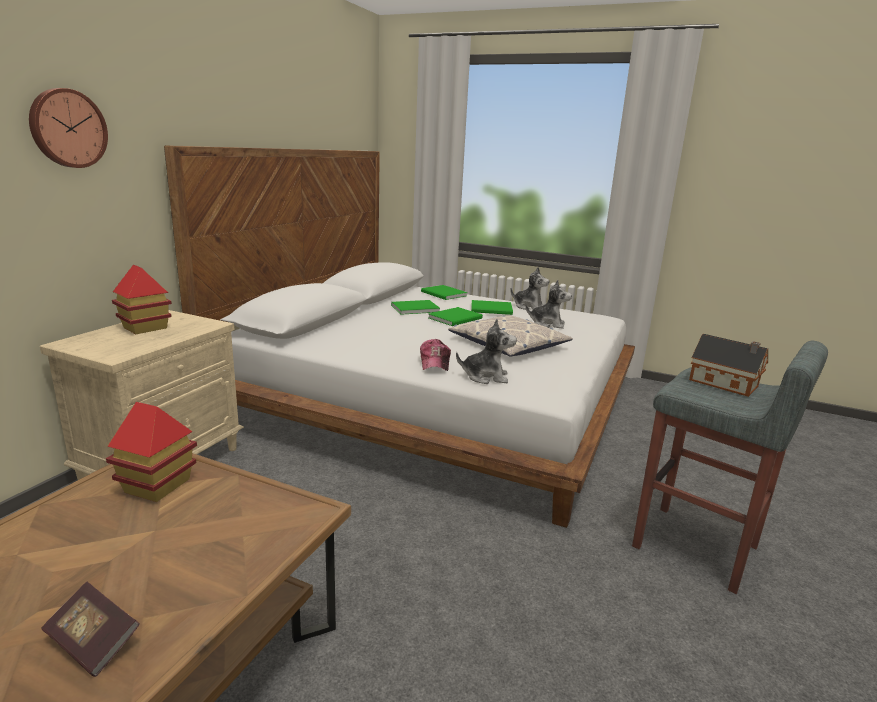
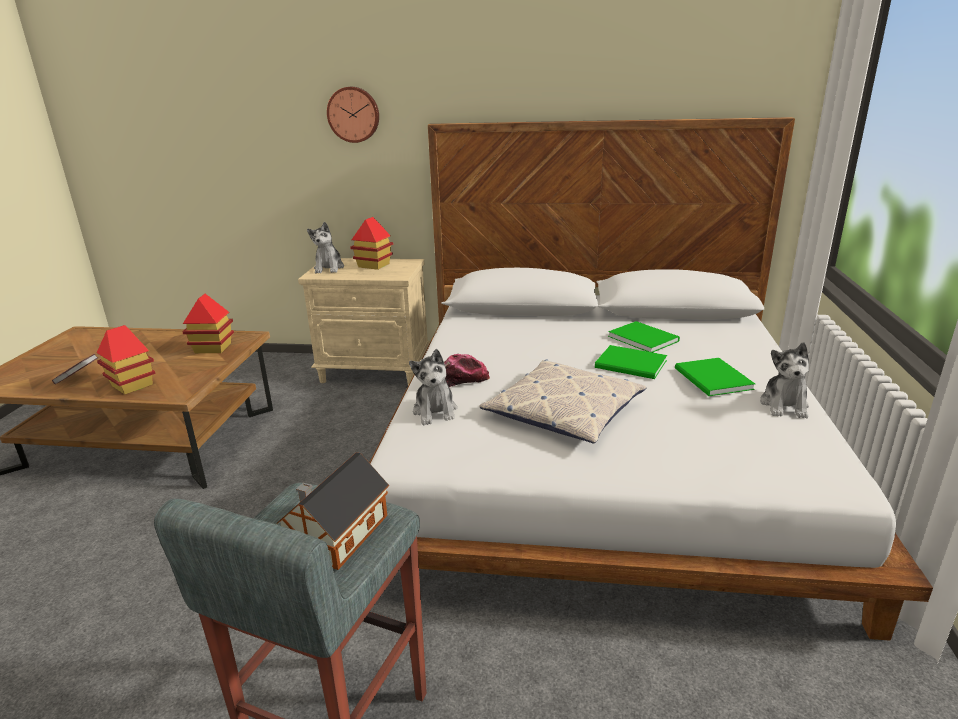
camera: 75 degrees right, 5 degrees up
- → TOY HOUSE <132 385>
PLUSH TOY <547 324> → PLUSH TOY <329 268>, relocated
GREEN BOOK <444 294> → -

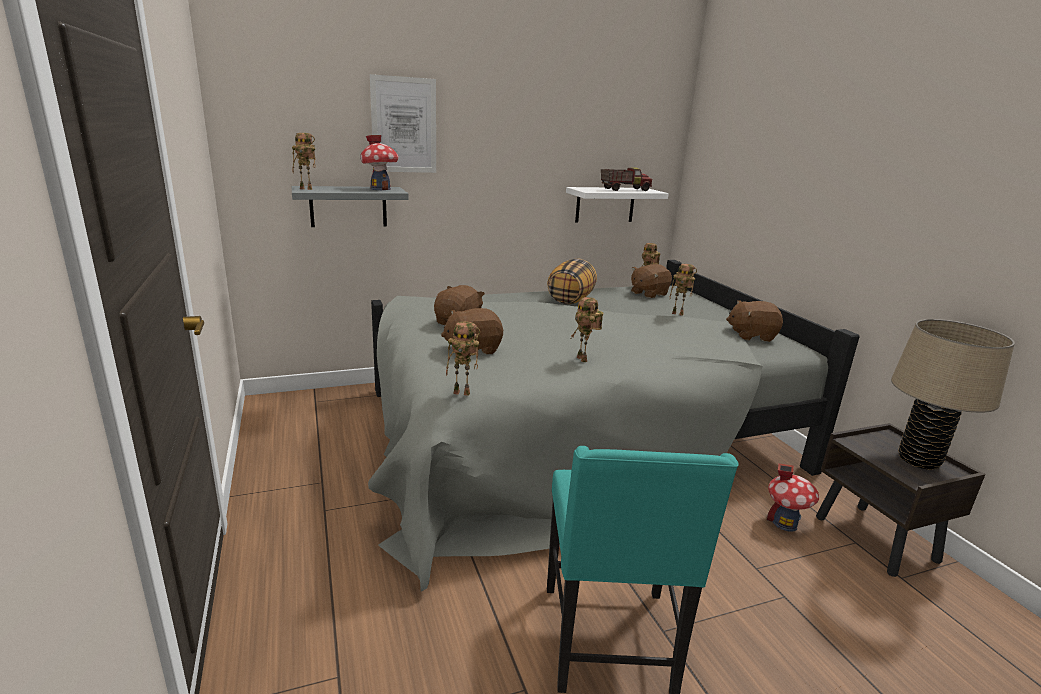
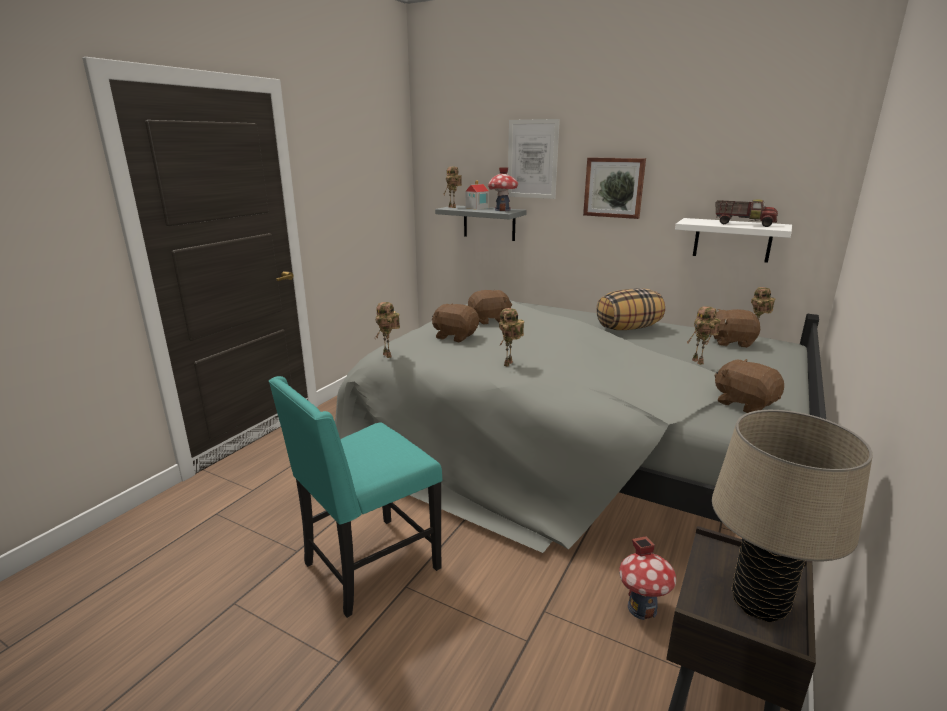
camera: 50 degrees right, 0 degrees up
- → TOY HOUSE <477 208>
- → PICTURE <614 187>

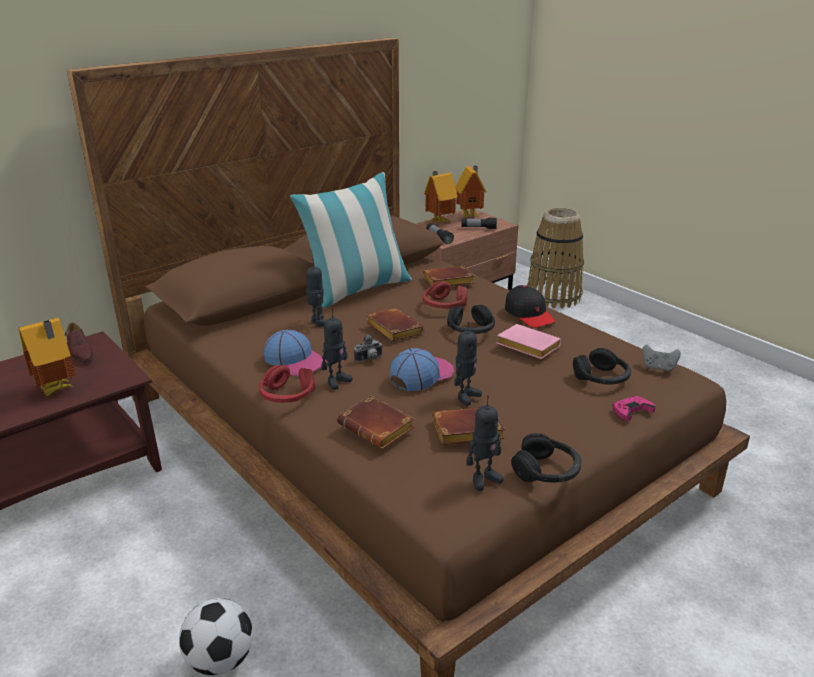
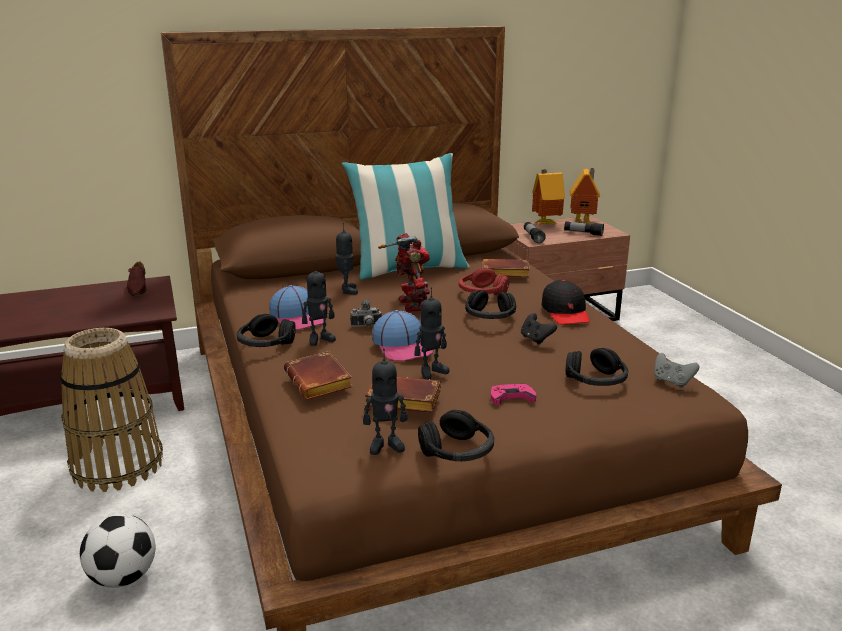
camera: 20 degrees right, 5 degrees down
BASKET <553 296> → BASKET <118 465>, relocated
RED HEADPHONES <287 395> → BLACK HEADPHONES <265 343>
CAP <421 375> → CAP <402 346>, 90 degrees clockwise
BROWN BOOK <392 329> → TOY ROBOT <411 305>
PINK GAME CONTROLLER <631 410> → PINK GAME CONTROLLER <511 397>, relocated
PINK BOOK <526 346> → BLACK GAME CONTROLLER <536 339>
TOY HOUSE <57 390> → -

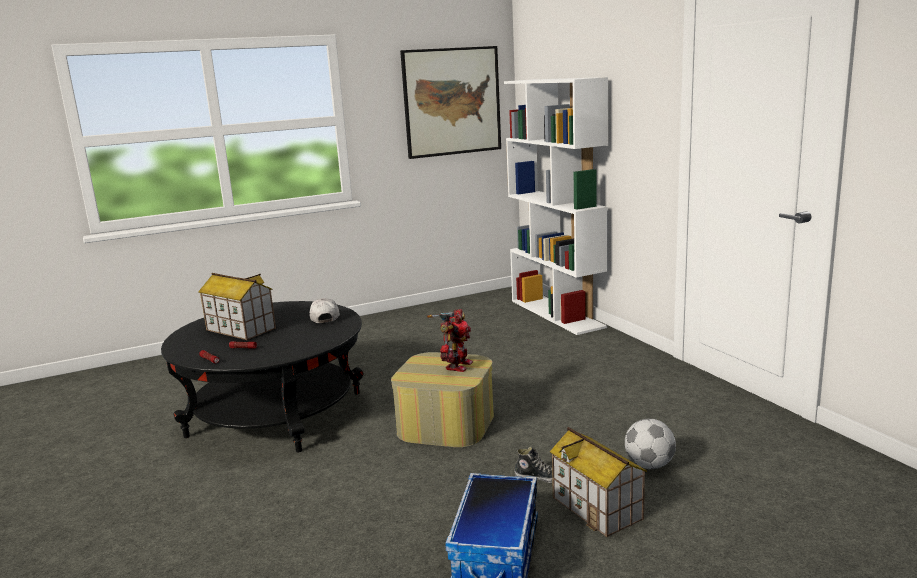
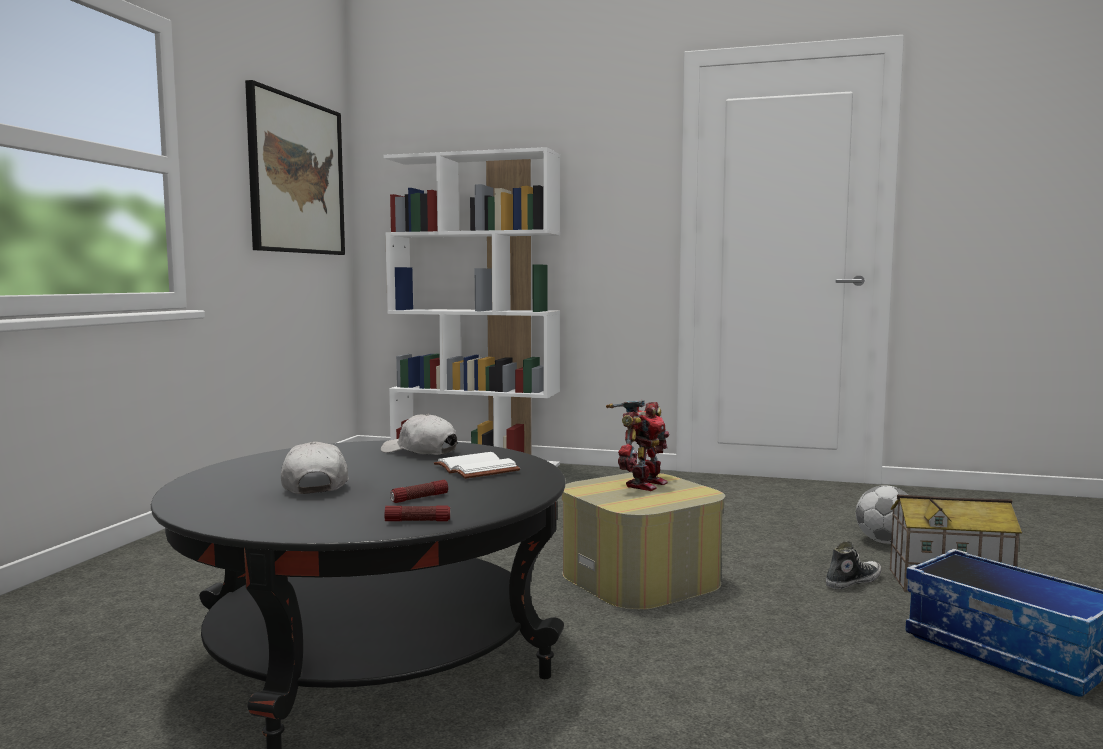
camera: 50 degrees left, 10 degrees down
TOY HOUSE <240 329> → WHITE CAP <315 486>
- → WHITE BOOK <473 469>
TOY ROBOT <456 365> → TOY ROBOT <643 484>, 60 degrees clockwise

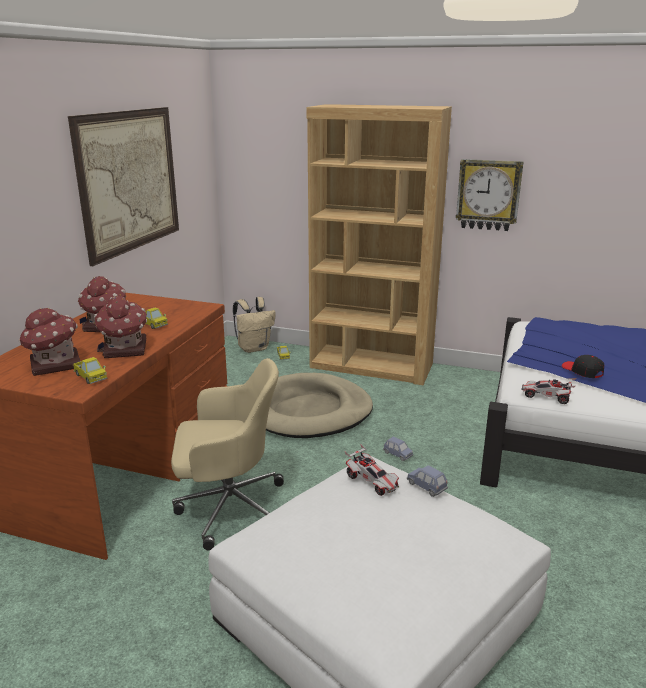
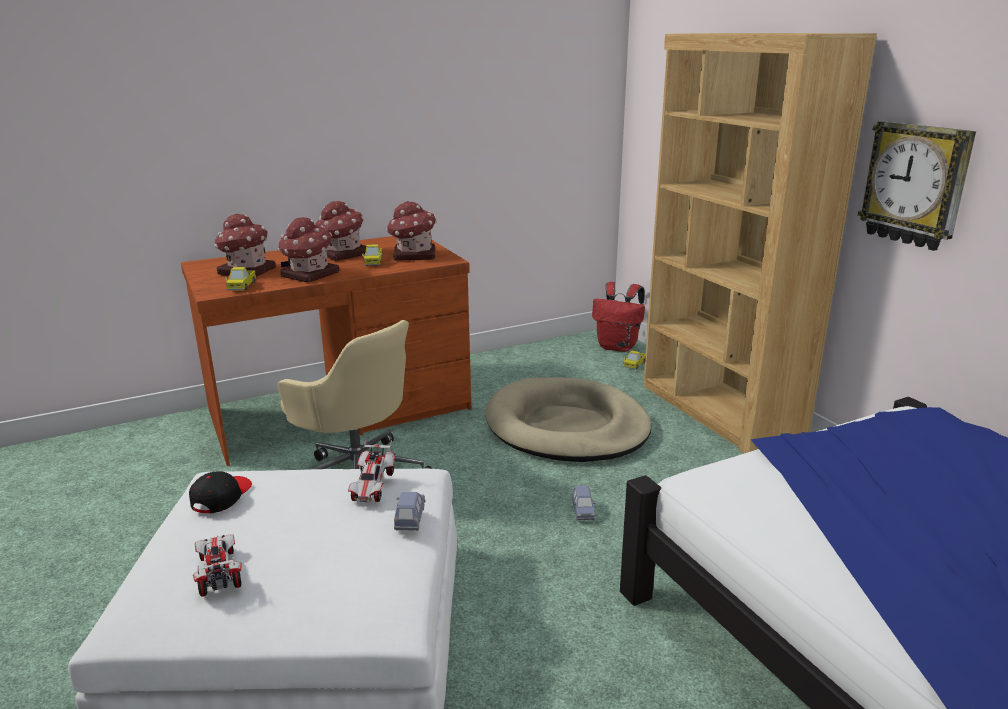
camera: 45 degrees right, 0 degrees up
BLACK CAP <582 371> → BLACK CAP <221 497>, relocated
TOY CAR <547 397> → TOY CAR <218 573>, relocated
- → TOY HOUSE <413 255>
BEIGE BACKPACK <254 348> → RED BACKPACK <618 347>
PICTURE <130 181> → -

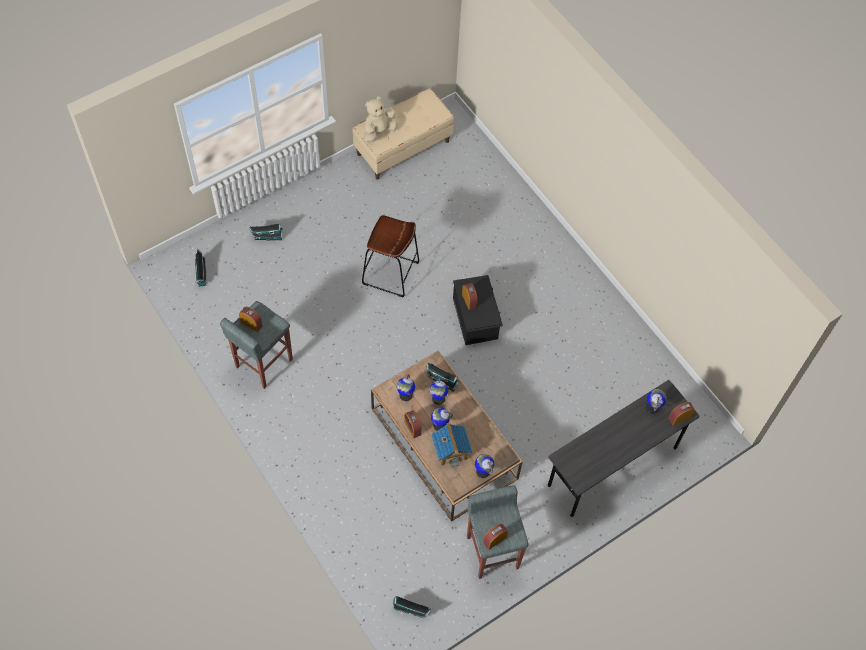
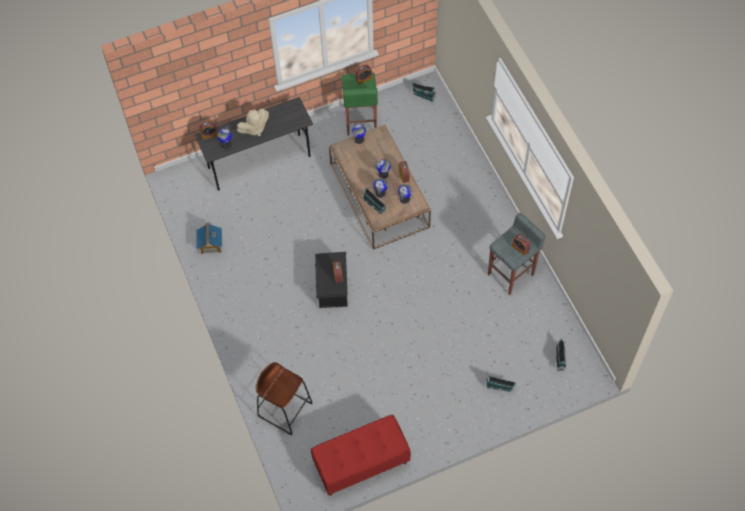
camera: 165 degrees left, 0 degrees up
TOY HOUSE <451 450> → TOY HOUSE <210 244>, relocated
BEIGE PLUSH TOY <379 131> → BEIGE PLUSH TOY <254 128>, relocated
BROWN STOOL <390 273> → BROWN STOOL <285 409>, relocated
BEIGE BENCH <403 147> → RED BENCH <361 463>
GREY STOOL <493 551> → GREEN STOOL <360 121>

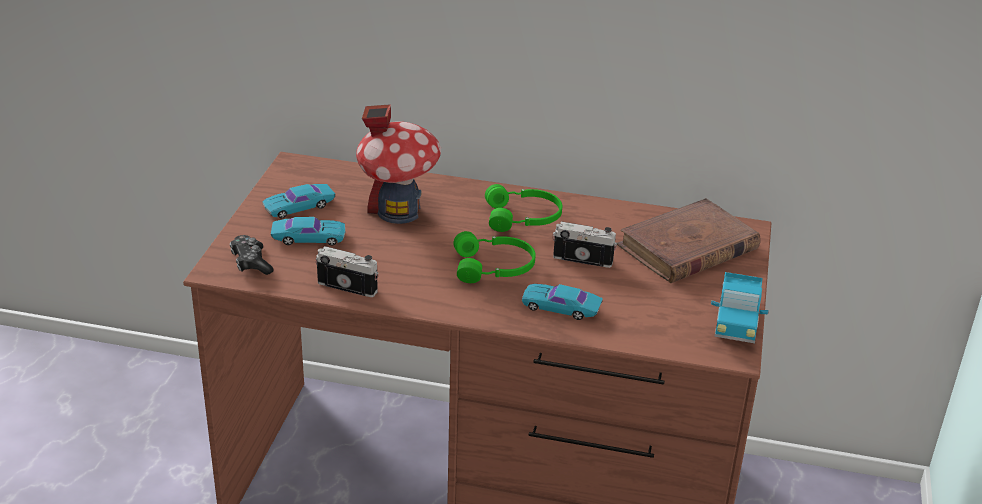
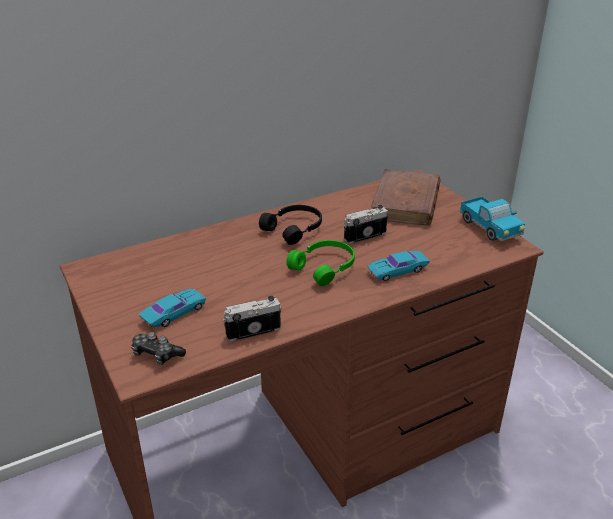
camera: 40 degrees left, 0 degrees up
GREEN HEADPHONES <523 218> → BLACK HEADPHONES <294 229>
TURQUOISE TOY CAR <299 206> → -
TOY HOUSE <399 211> → -

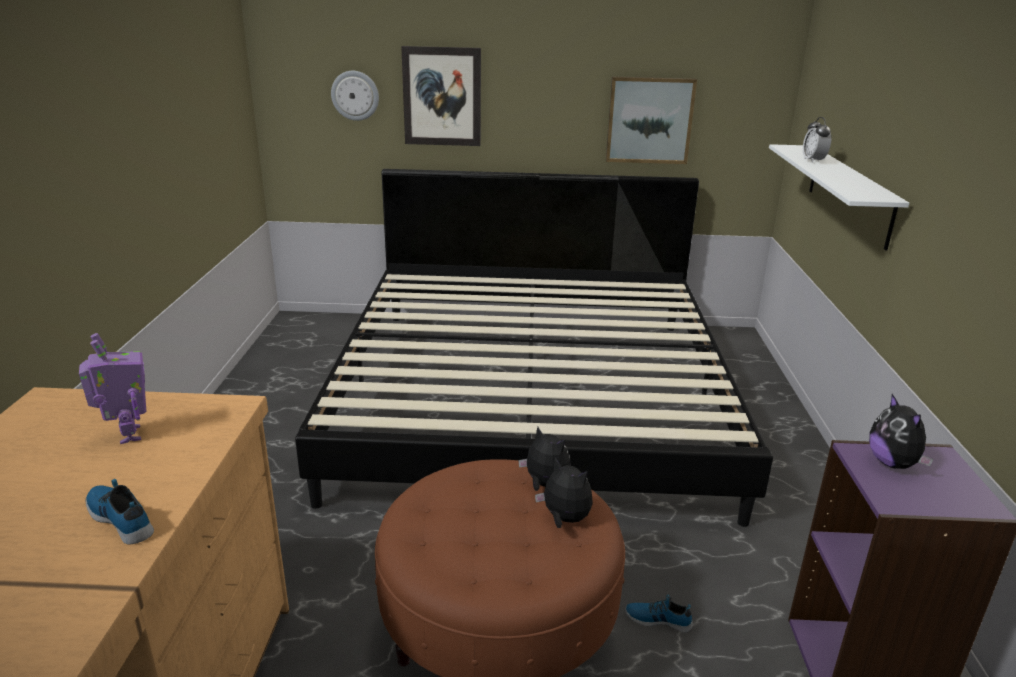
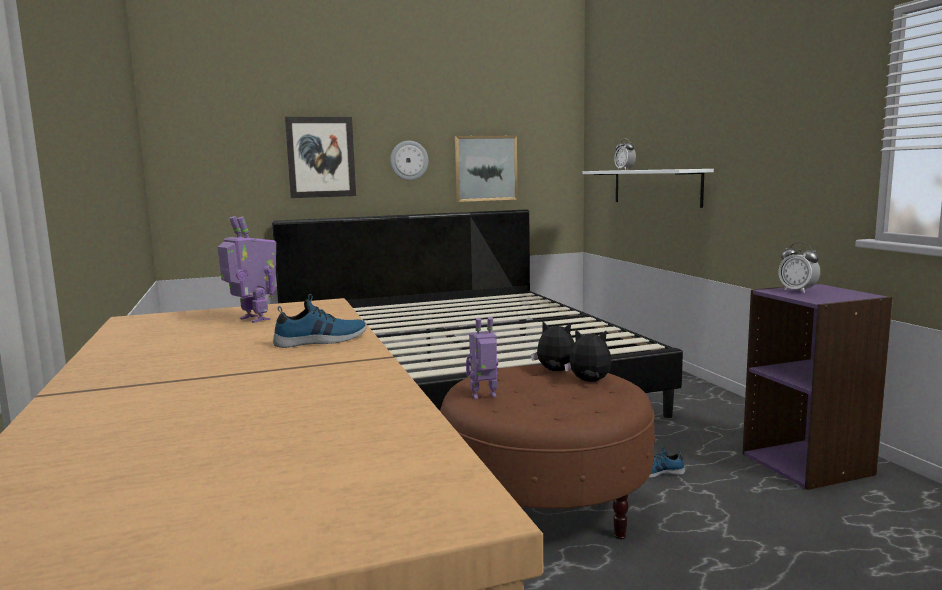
camera: 20 degrees left, 15 degrees down
SHOE <122 518> → SHOE <321 340>, 135 degrees clockwise
WALL CLOCK <355 95> → WALL CLOCK <409 160>, relocated
- → TOY ROBOT <484 396>
PLUSH TOY <893 463> → ALARM CLOCK <797 291>

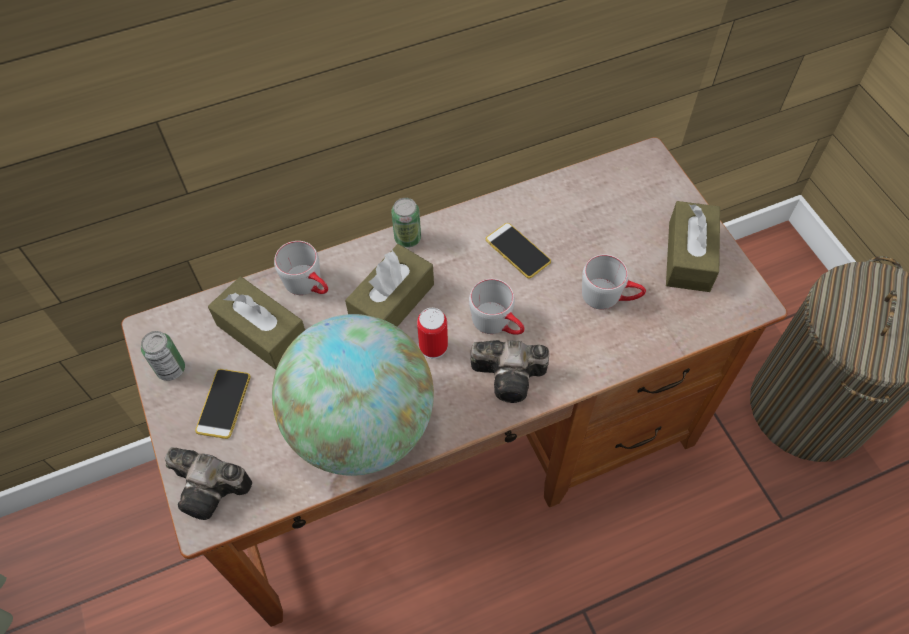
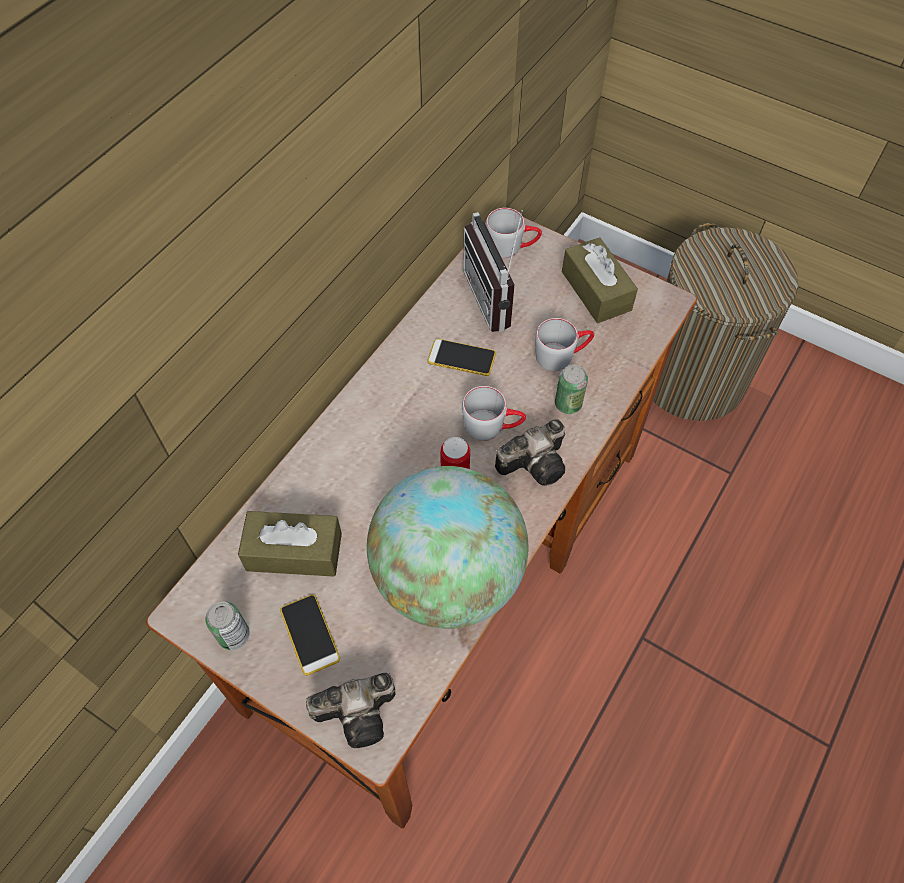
camera: 35 degrees left, 0 degrees up
- → RADIO <497 298>
GREY MUG <309 285> → GREY MUG <512 246>, relocated
CAN <407 238> → CAN <568 404>, relocated
BROWN TISSUE BOX <392 302> → -

